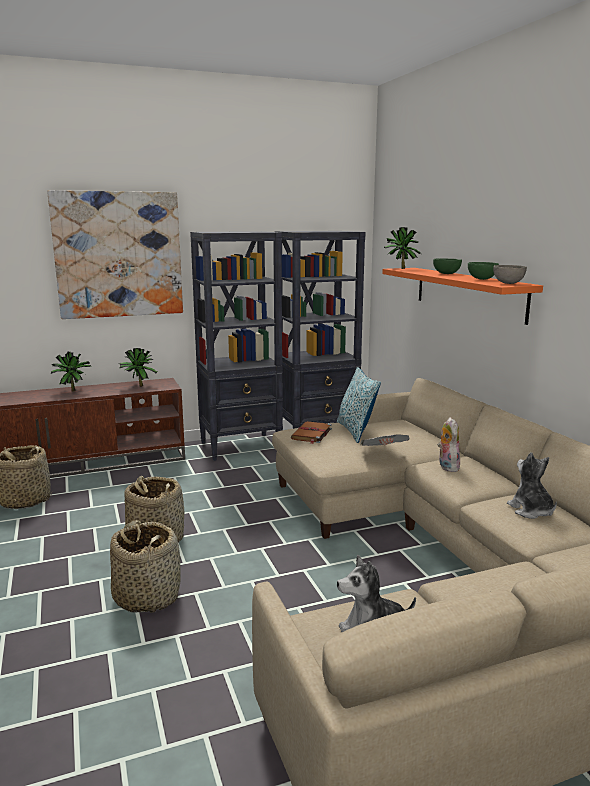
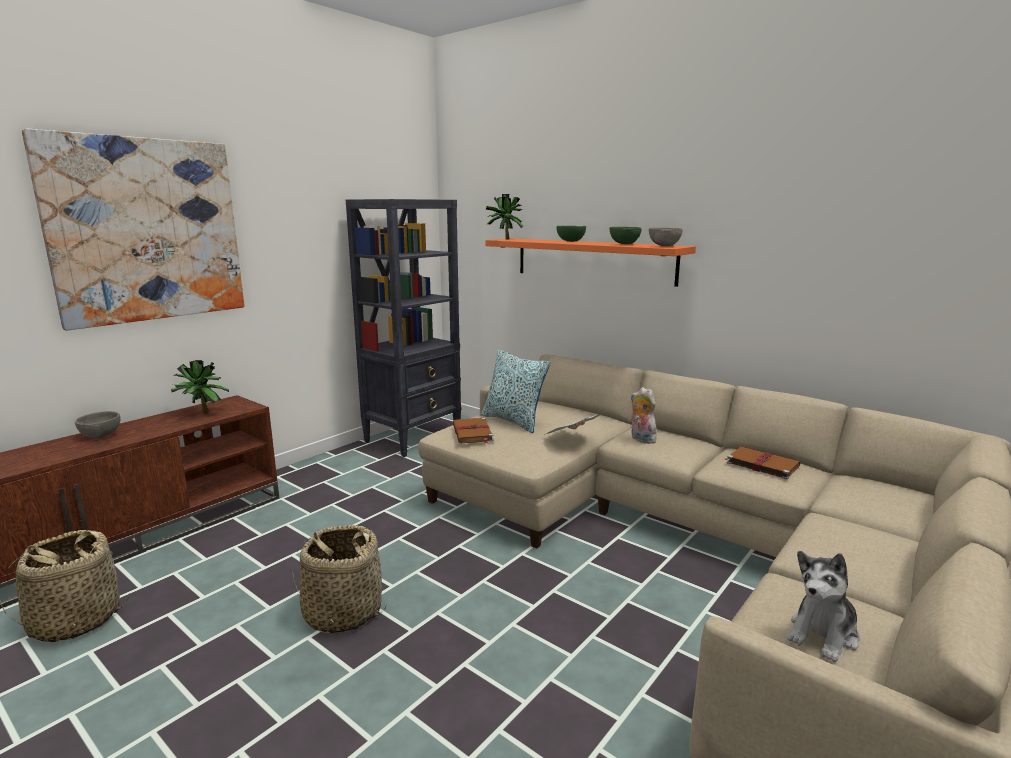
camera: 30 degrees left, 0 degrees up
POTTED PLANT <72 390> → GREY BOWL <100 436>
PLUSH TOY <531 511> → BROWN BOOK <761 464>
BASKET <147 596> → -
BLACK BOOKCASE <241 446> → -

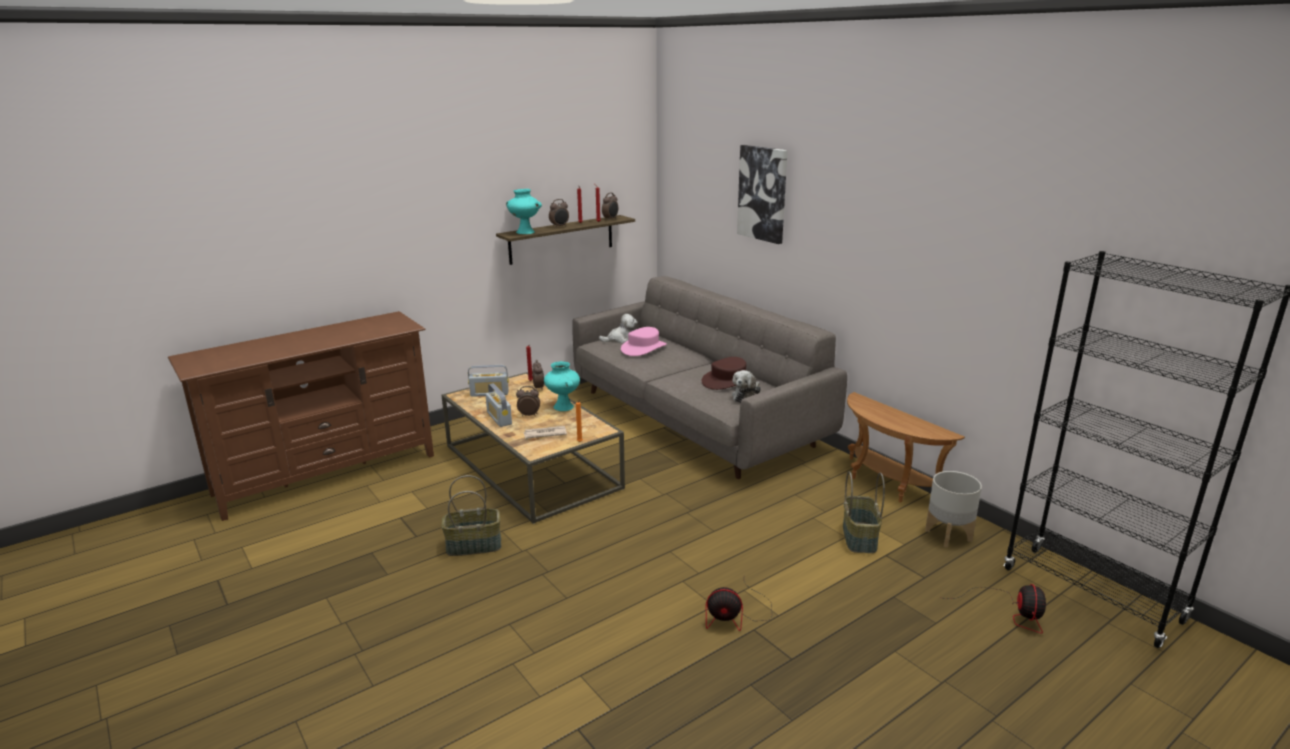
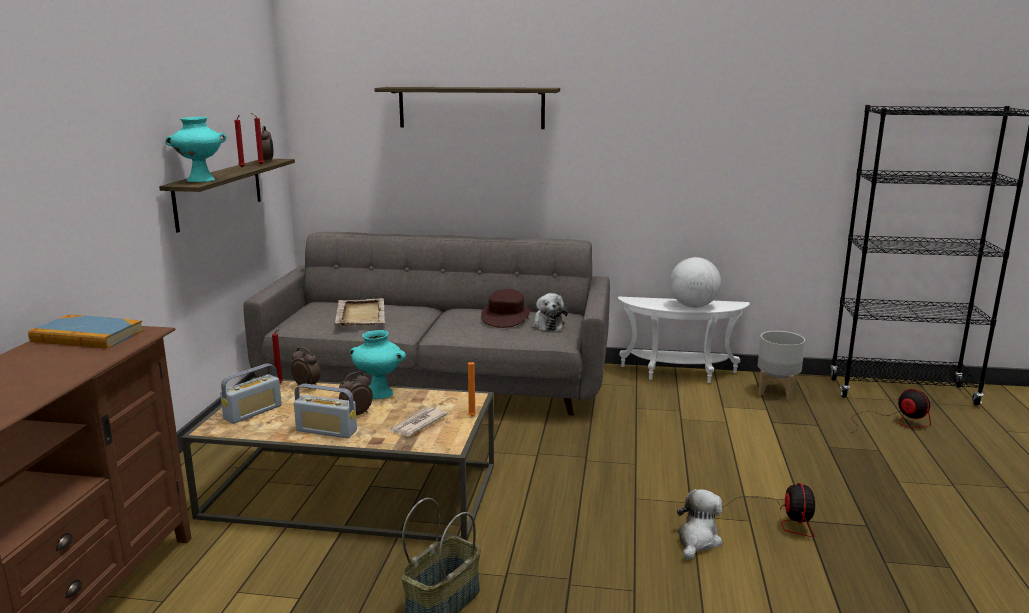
camera: 45 degrees left, 5 degrees down
- → BOOK <87 336>
PINK HAT <643 348> → BEIGE TRAY <361 314>
PICTURE <763 193> → SHELF <471 107>
BROWN SIDE TABLE <886 484> → WHITE SIDE TABLE <678 374>
- → GLOBE <693 306>
PLUSH TOY <620 339> → PLUSH TOY <697 540>, relocated
FAN <736 616> → FAN <778 518>, 45 degrees counterclockwise
ALARM CLOCK <559 226> → -
BASKET <860 538> → -

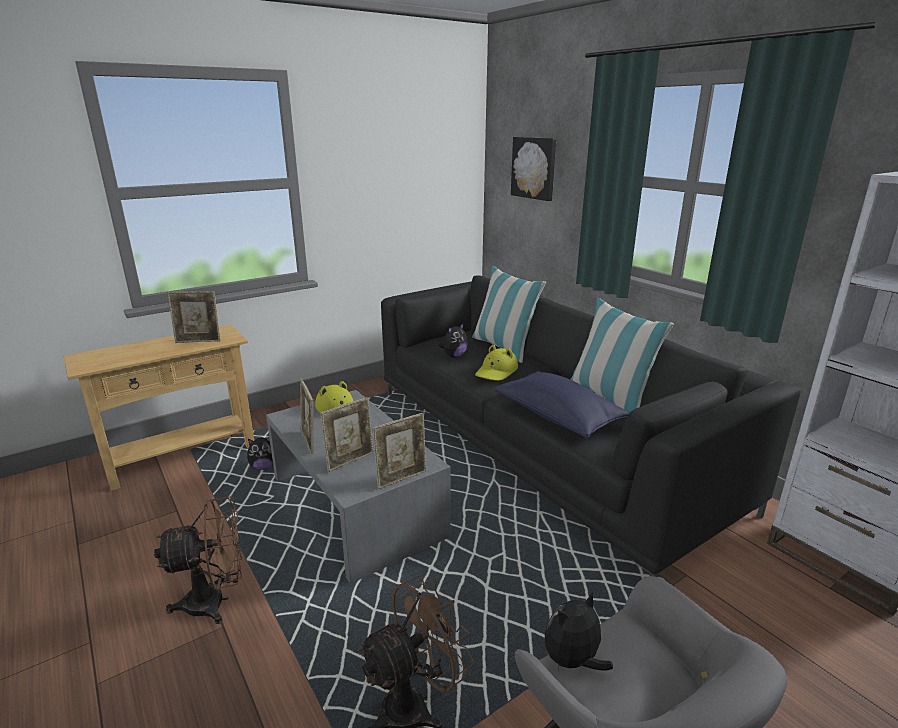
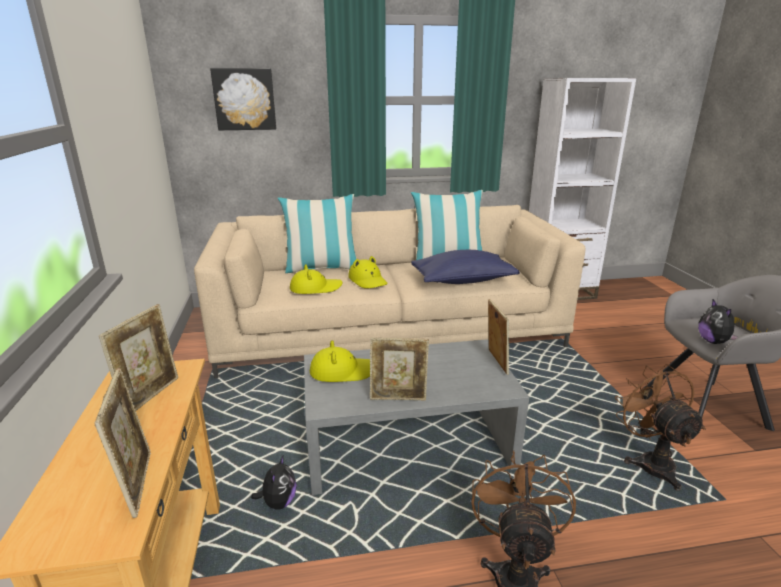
camera: 65 degrees left, 0 degrees up
PICTURE FRAME <350 460> → PICTURE FRAME <138 483>, relocated
BLACK SOFA <541 445> → BEIGE SOFA <389 330>
PLUSH TOY <454 356> → YELLOW HAT <315 288>

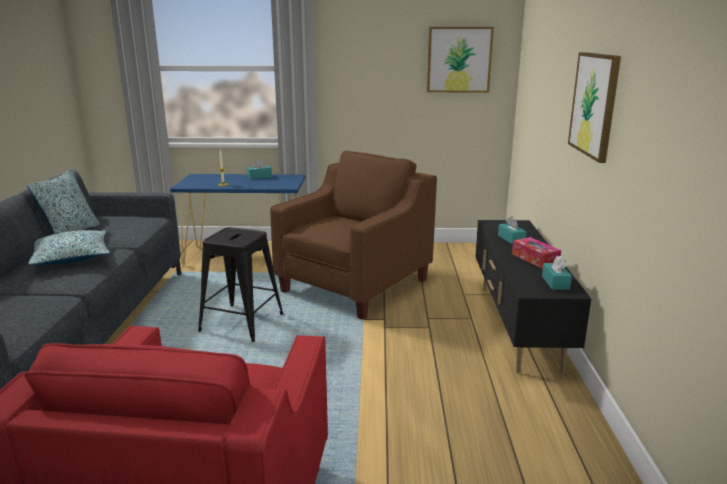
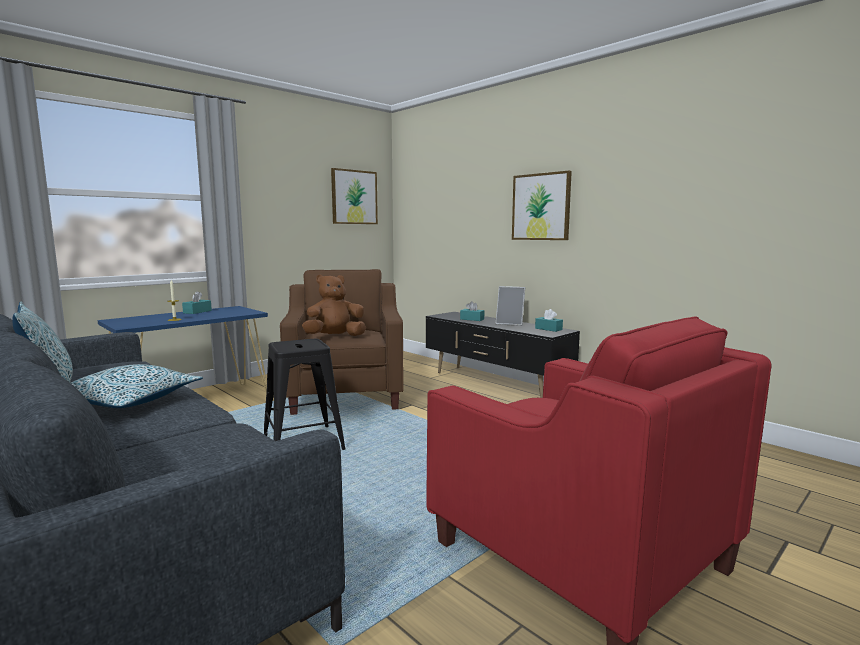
camera: 45 degrees left, 10 degrees down
- → BROWN PLUSH TOY <335 337>
TISSUE BOX <535 259> → PICTURE FRAME <510 323>

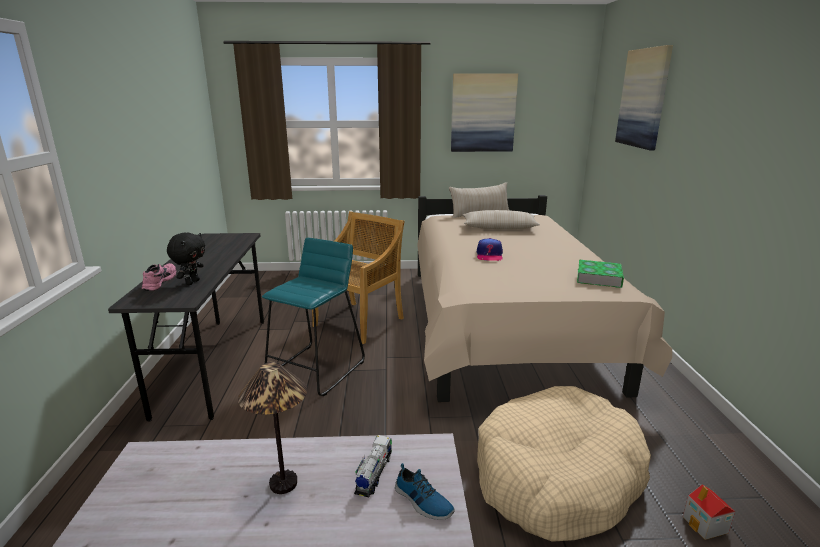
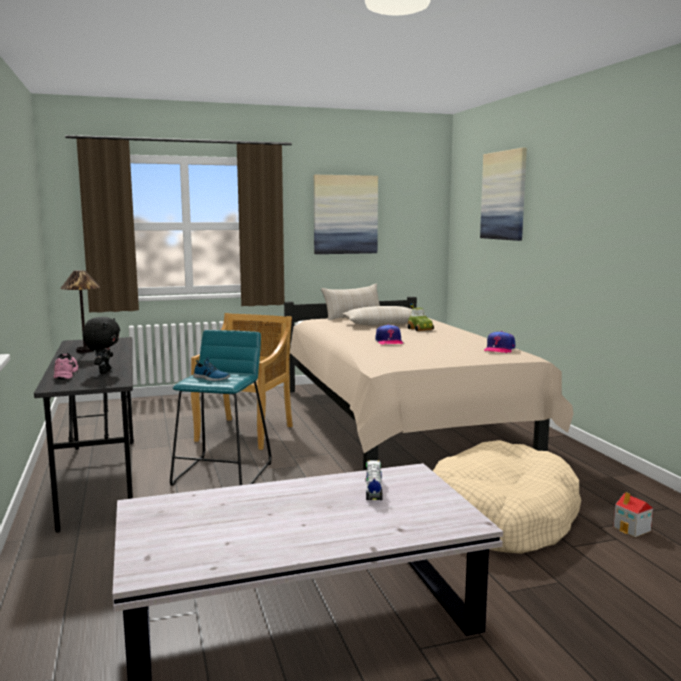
camera: 15 degrees left, 10 degrees down
TABLE LAMP <283 484> → TABLE LAMP <85 351>, relocated
SHOE <422 501> → SHOE <211 378>, relocated
- → TOY CAR <420 329>
BOOK <599 278> → CAP <499 349>

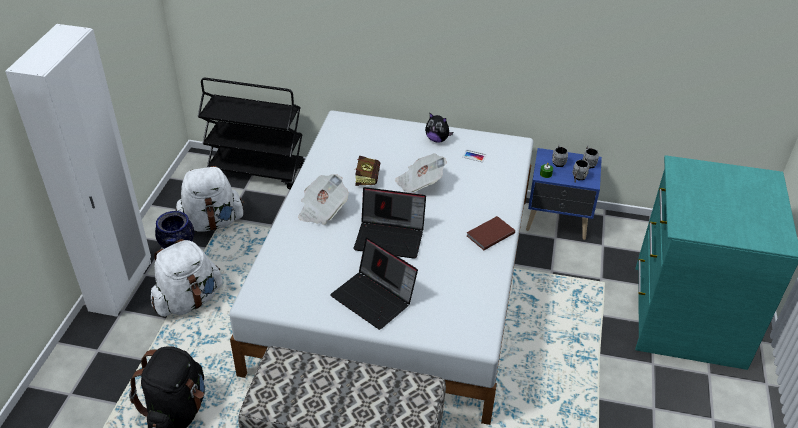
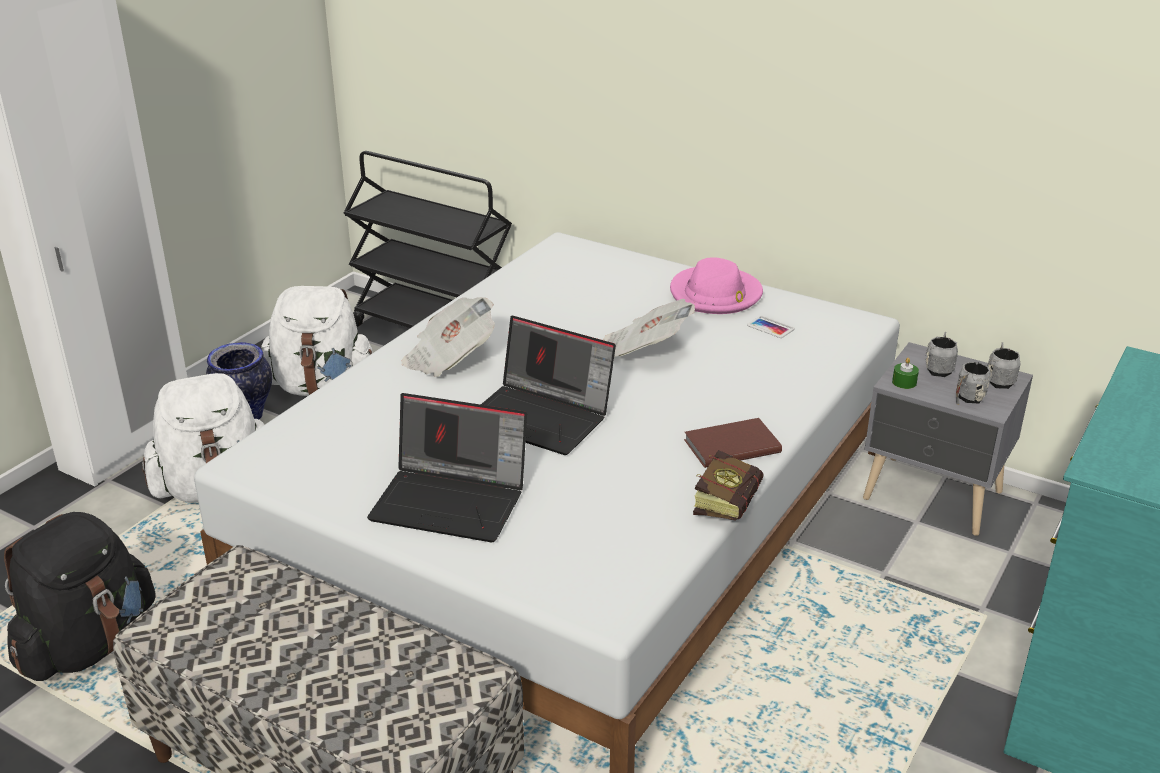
camera: 20 degrees right, 10 degrees down
LAPTOP <374 298> → LAPTOP <452 501>, 45 degrees counterclockwise
PLUSH TOY <437 139> → PINK HAT <716 295>
BOOK <368 177> → BOOK <729 502>, relocated
BLUE NIGHTSTAND <558 222> → GREY NIGHTSTAND <933 497>

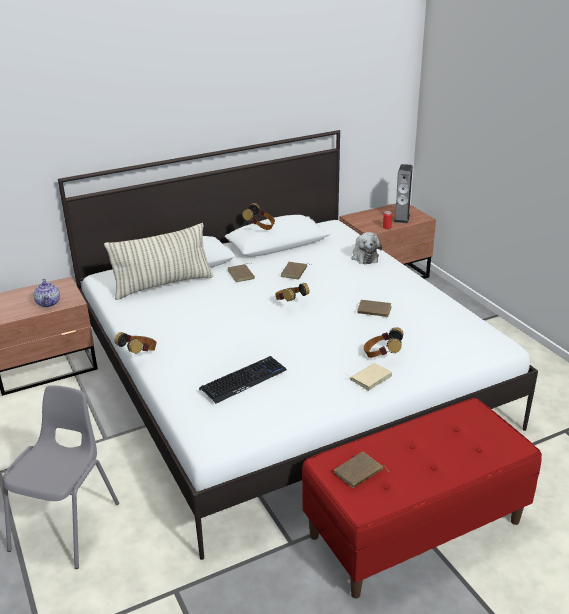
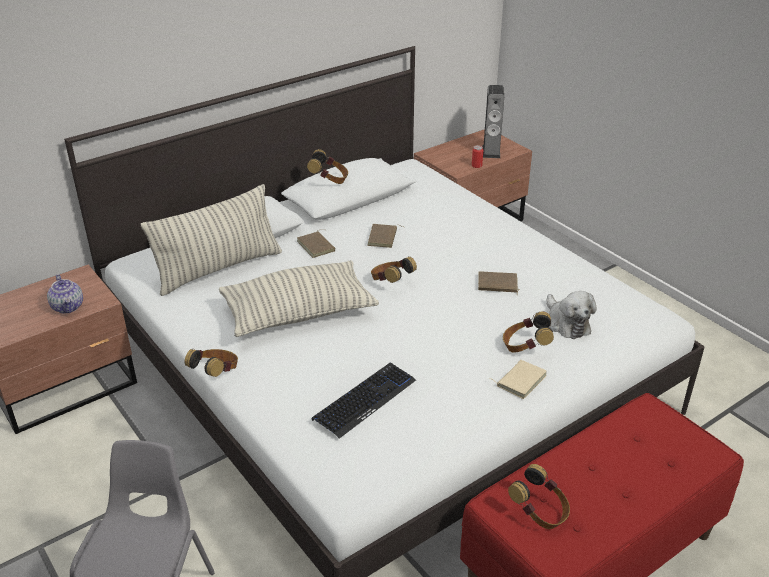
camera: 10 degrees left, 5 degrees up
- → PILLOW <298 313>
BROWN BOOK <359 473> → HEADPHONES <539 513>
PLUSH TOY <364 257> → PLUSH TOY <566 323>, relocated

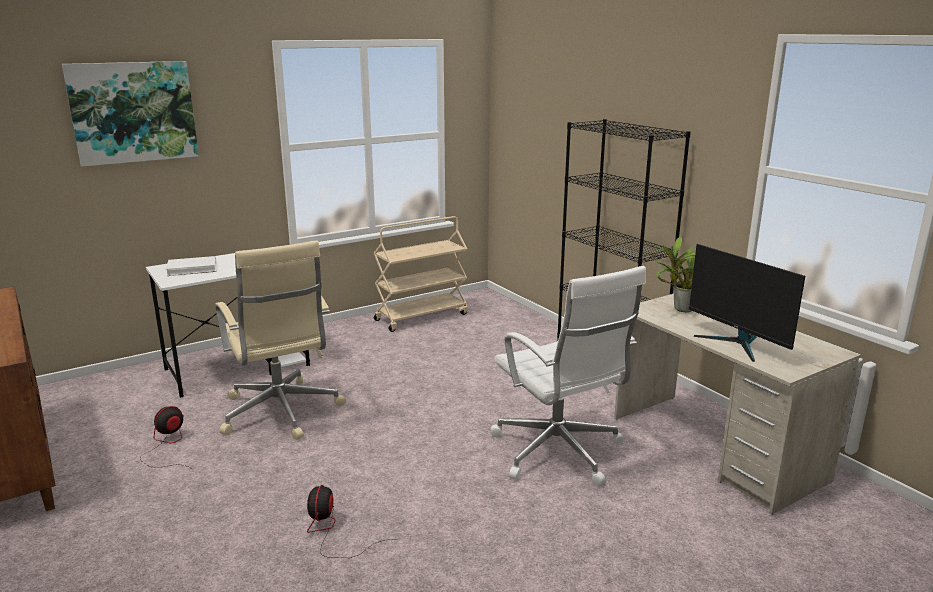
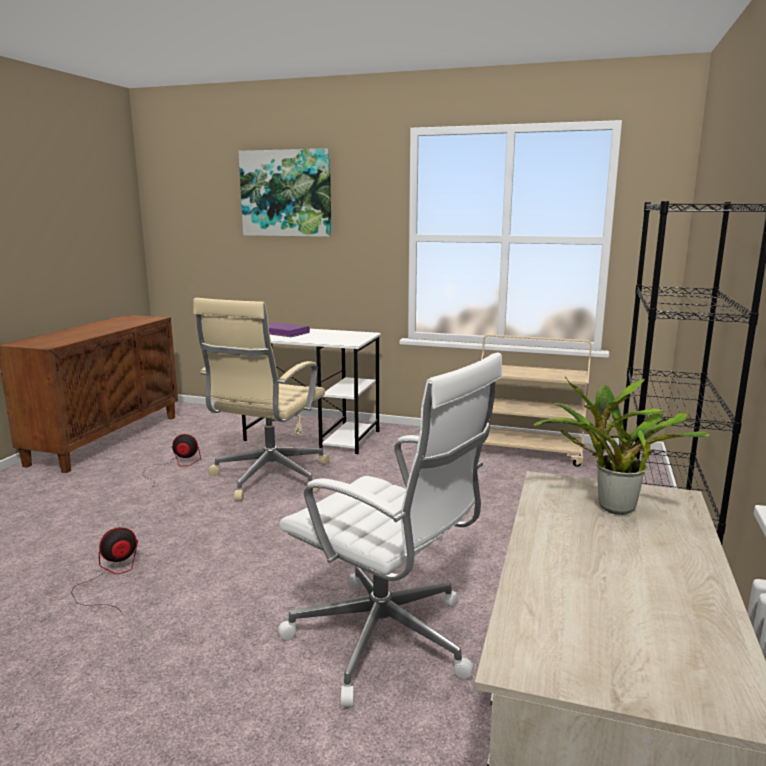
camera: 50 degrees right, 5 degrees down
WHITE BOOK <192 269> → PURPLE BOOK <284 333>
WHITE OFFICE CHAIR <559 453> → WHITE OFFICE CHAIR <387 641>, 75 degrees counterclockwise
MONITOR <737 343> → -

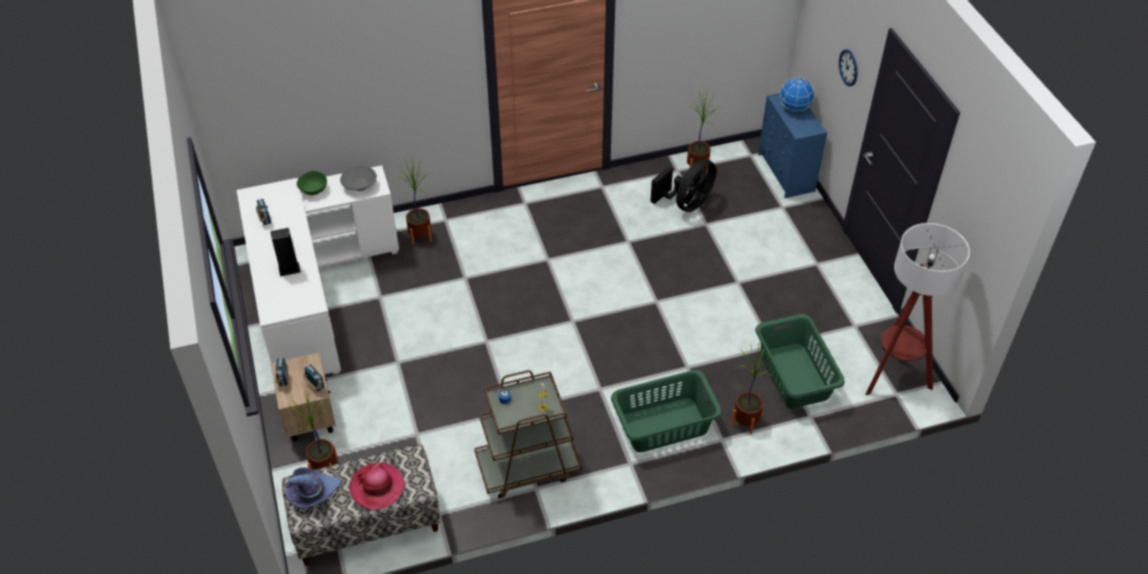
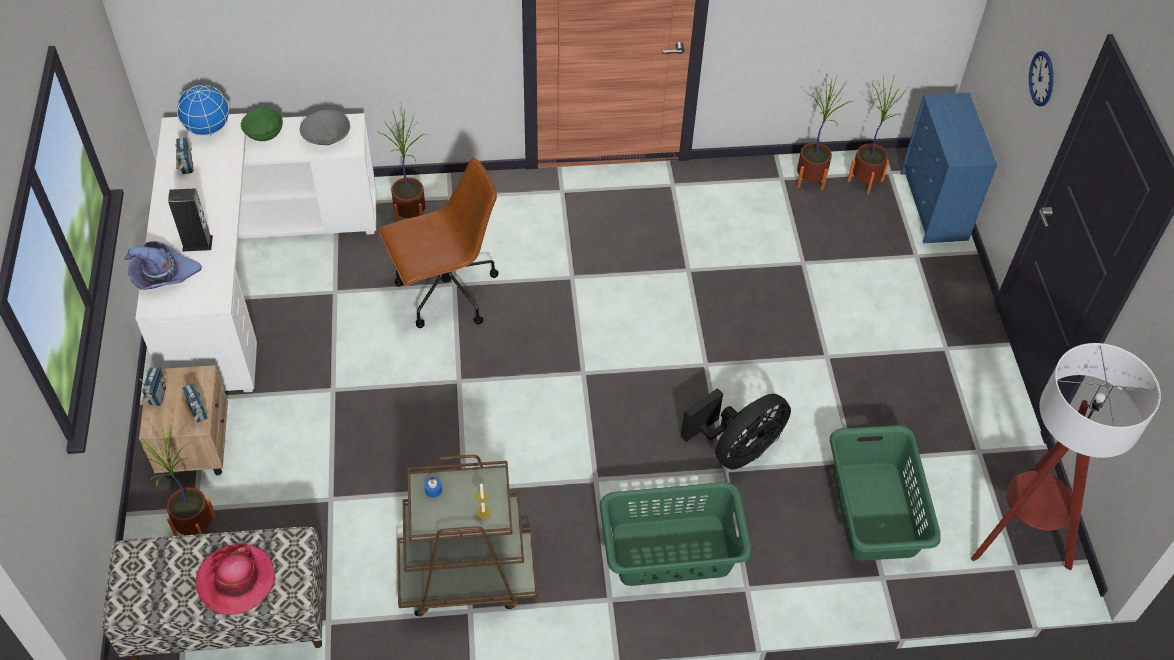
camera: 10 degrees right, 5 degrees up
PURPLE HAT <312 493> → PURPLE HAT <163 274>, relocated
GLOBE <794 108> → GLOBE <208 129>, relocated
- → BROWN OFFICE CHAIR <446 293>
BLACK FAN <687 203> → BLACK FAN <737 449>, relocated
POTTED PLANT <746 421> → POTTED PLANT <865 180>, relocated

